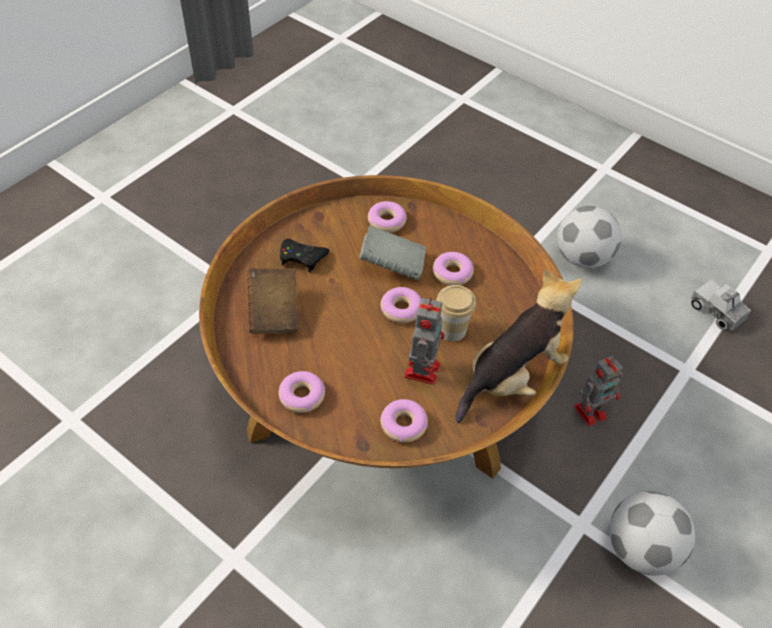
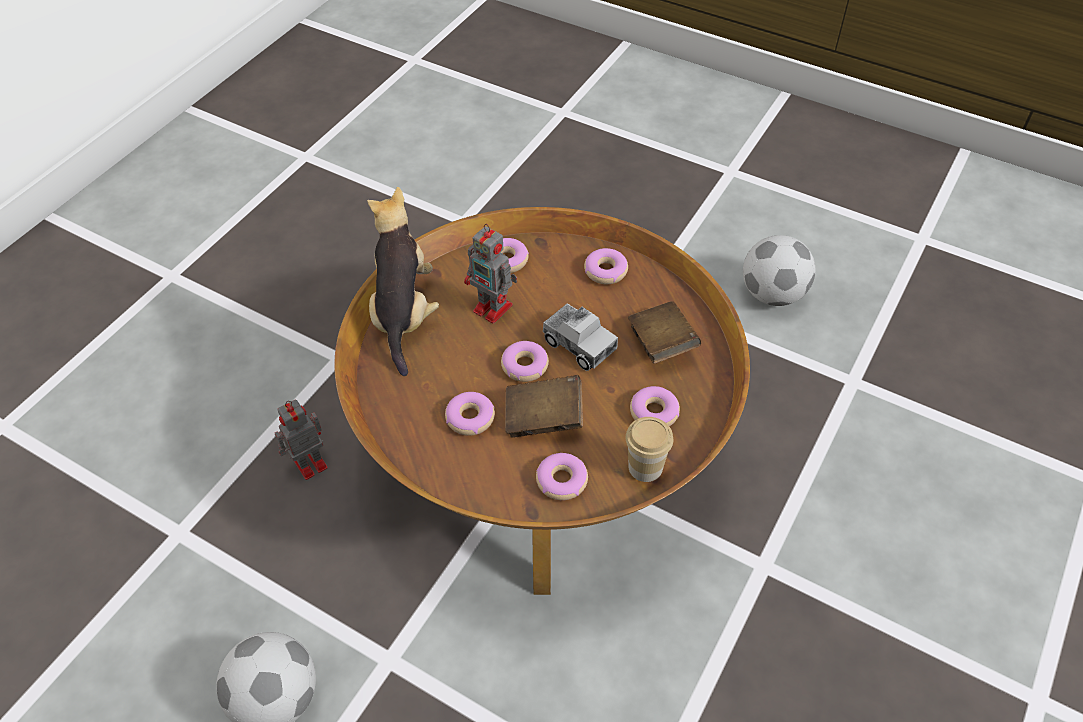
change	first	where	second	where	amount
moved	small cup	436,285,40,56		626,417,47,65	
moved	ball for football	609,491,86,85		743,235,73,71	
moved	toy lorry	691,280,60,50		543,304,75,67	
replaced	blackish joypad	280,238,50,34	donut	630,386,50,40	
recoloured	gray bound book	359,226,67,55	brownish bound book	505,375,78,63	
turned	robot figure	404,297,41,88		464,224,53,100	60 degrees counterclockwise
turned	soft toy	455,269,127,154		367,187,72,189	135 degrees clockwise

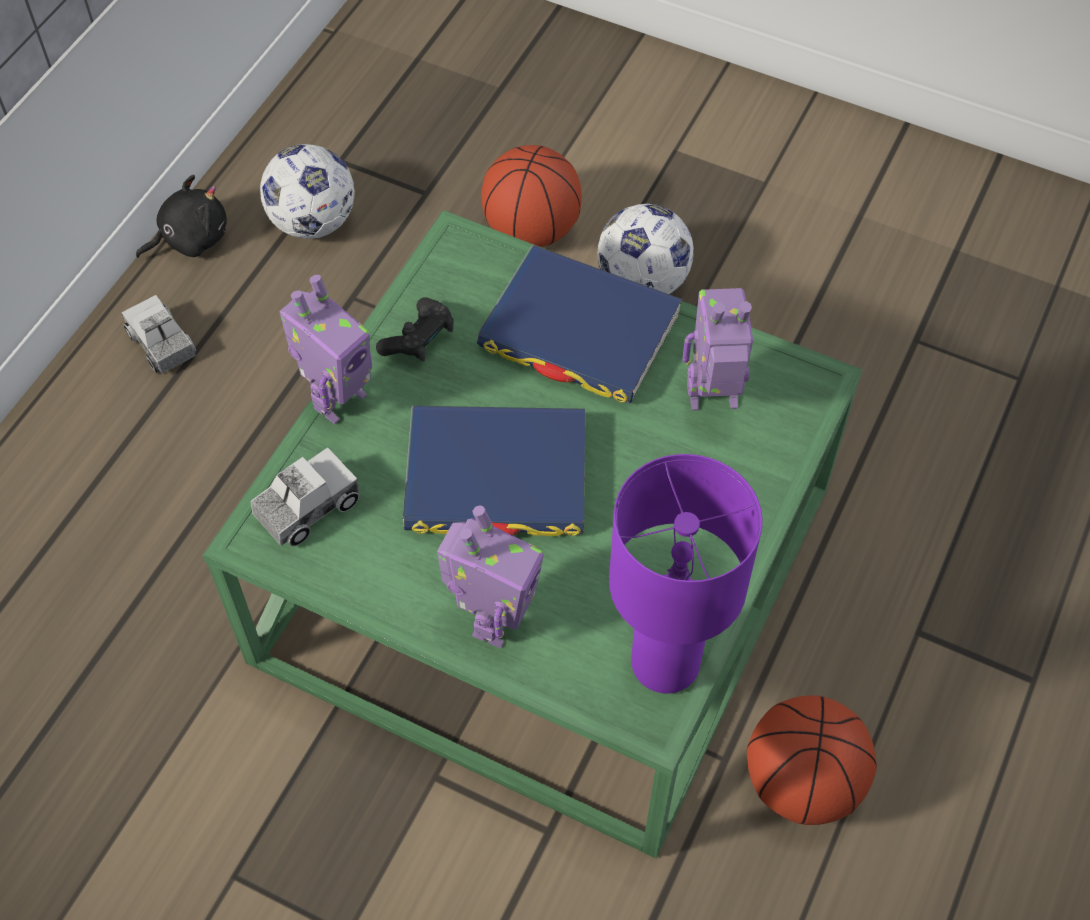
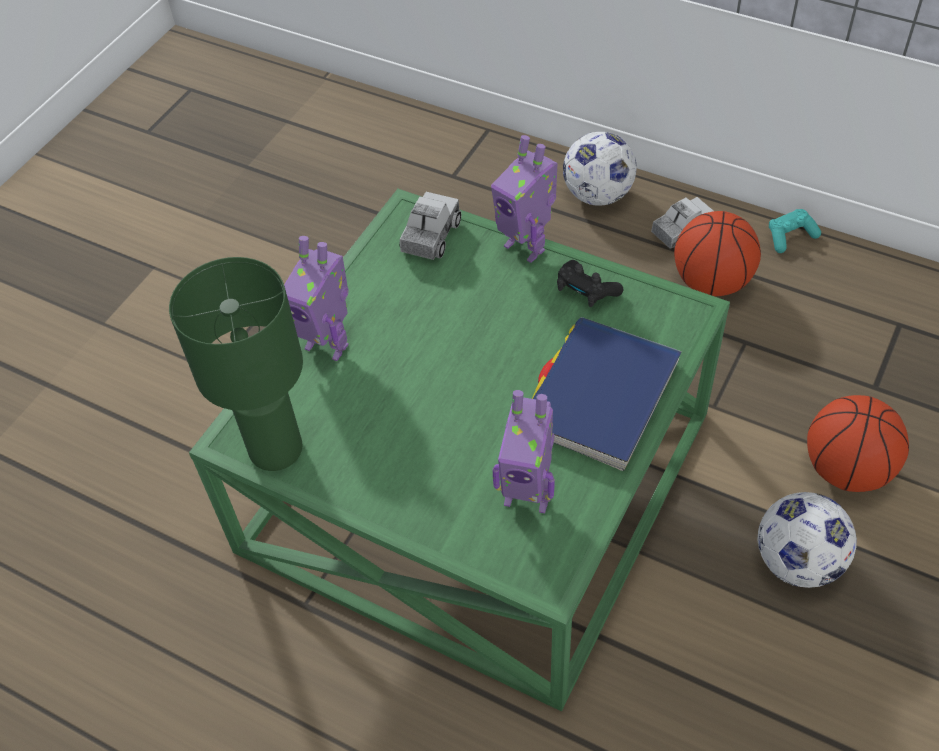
change	first	where	second	where	amount
removed	bluish bound book	403,406,182,130			
moved	ball for football	260,144,95,95		563,132,74,74	
moved	basketball	747,696,130,129		674,211,87,85	
replaced	blackish soft toy	136,175,91,83	turquoise-coloured joypad	769,209,52,44	
recoloured	purple-coloured table lamp	609,454,154,239	greenish table lamp	169,257,134,214	
turned	toy lorry	250,448,110,98		399,192,62,68	120 degrees counterclockwise
turned	robot figure	682,288,71,123		493,390,62,123	105 degrees clockwise

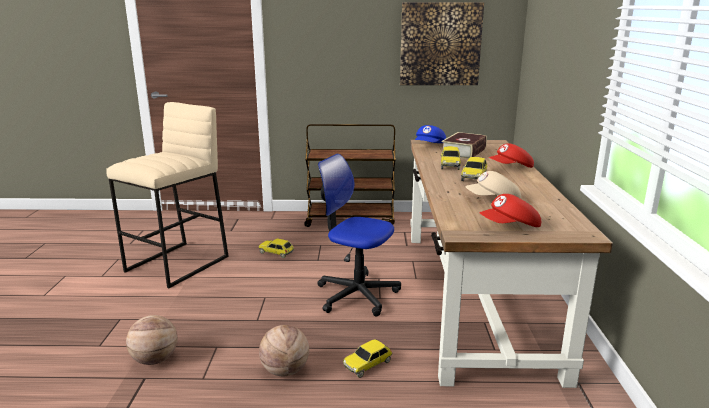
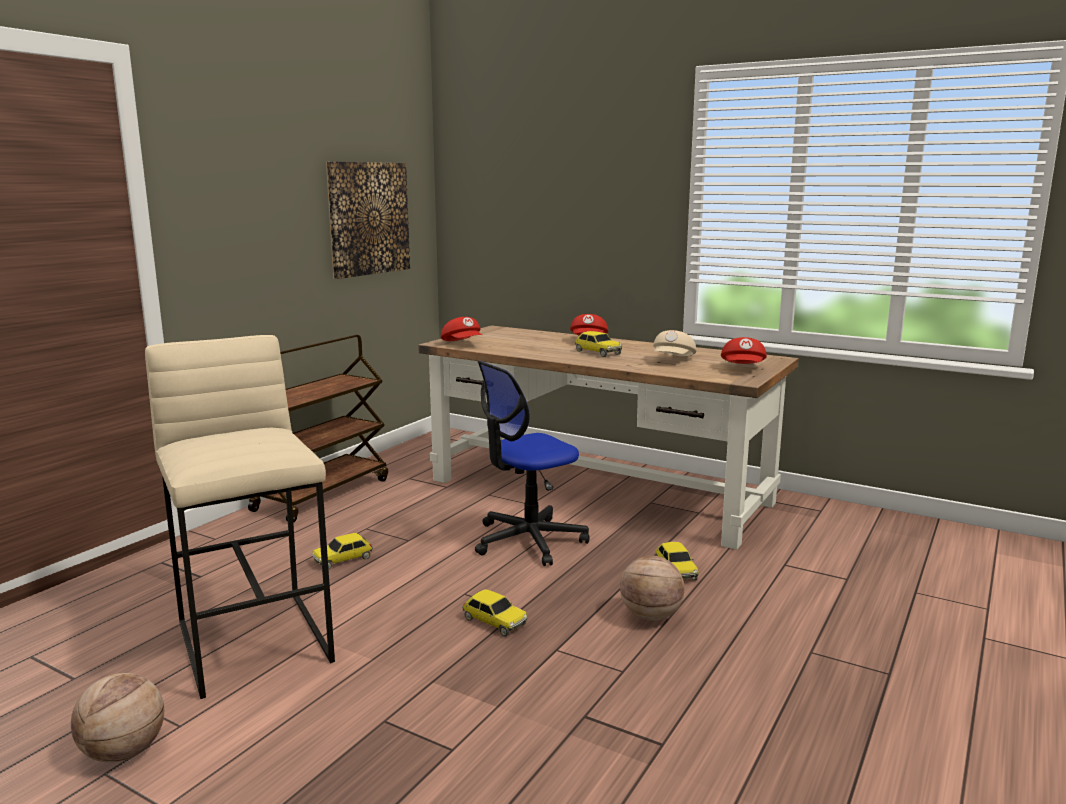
change	first	where	second	where	amount
removed	bound book	442,132,45,27			
moved	basketball	126,315,52,50		71,673,93,90	
moved	toy car	441,146,20,24		462,590,66,47	
recoloured	bluish peaked cap	415,125,31,18	red-coloured peaked cap	441,317,42,24	

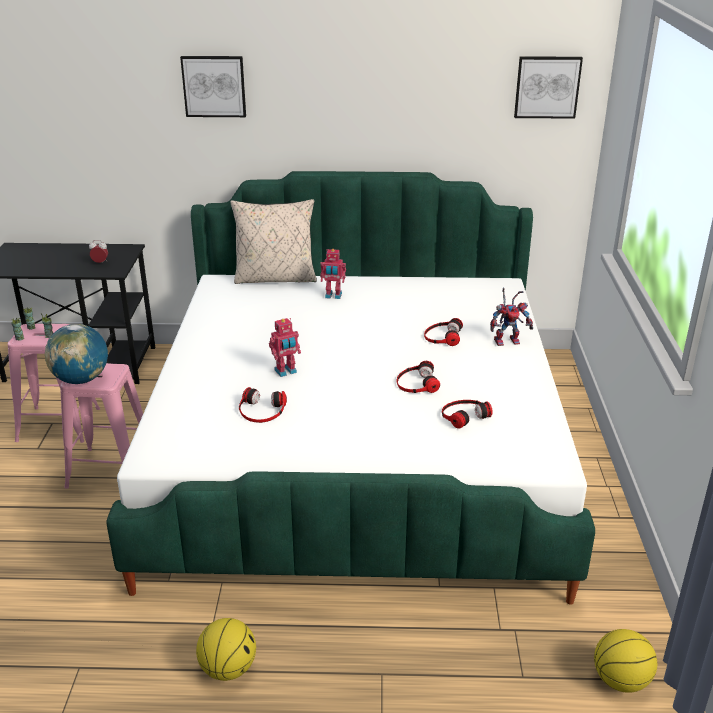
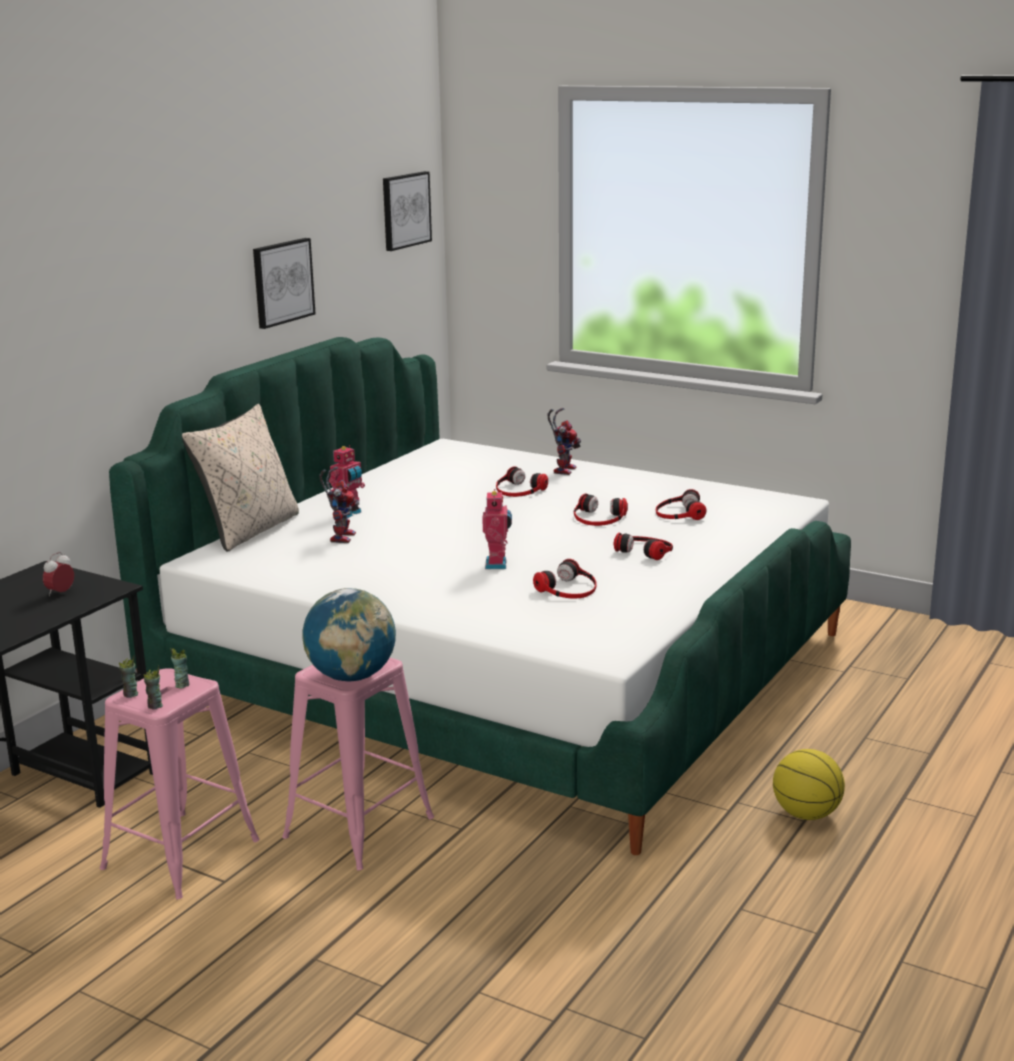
change	first	where	second	where	amount
removed	basketball	594,629,63,64			
added			robot figure	319,467,40,76	
added			pair of headphones	614,533,59,27	
moved	picture	180,56,66,61		253,238,63,91	

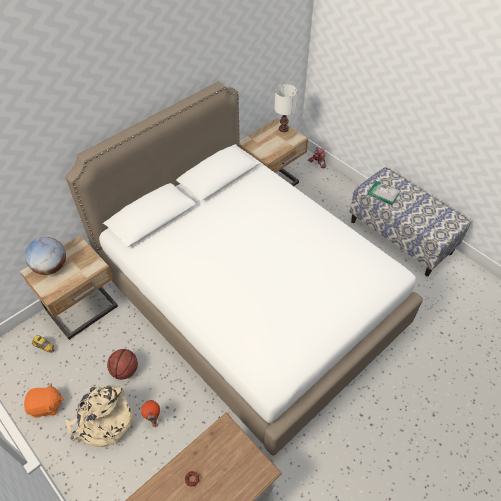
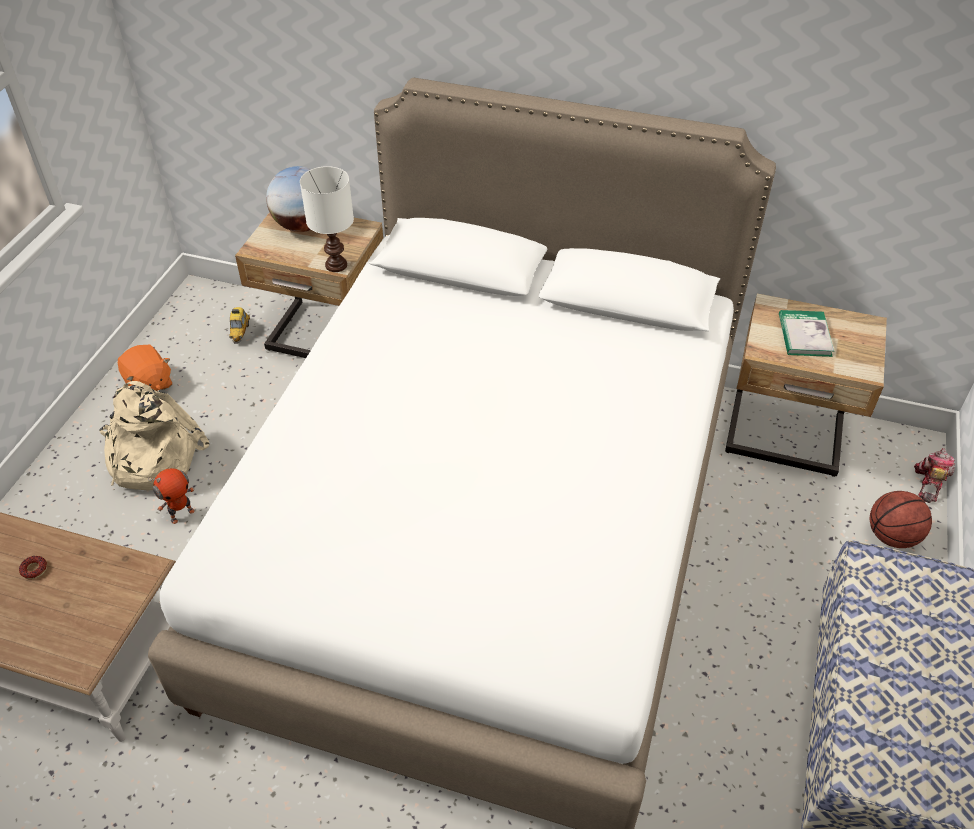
change	first	where	second	where	amount
moved	basketball	107,349,31,31		870,491,62,57	
moved	white table lamp	274,84,23,48		300,166,54,106	
moved	bound book	367,181,33,24		779,310,55,47	

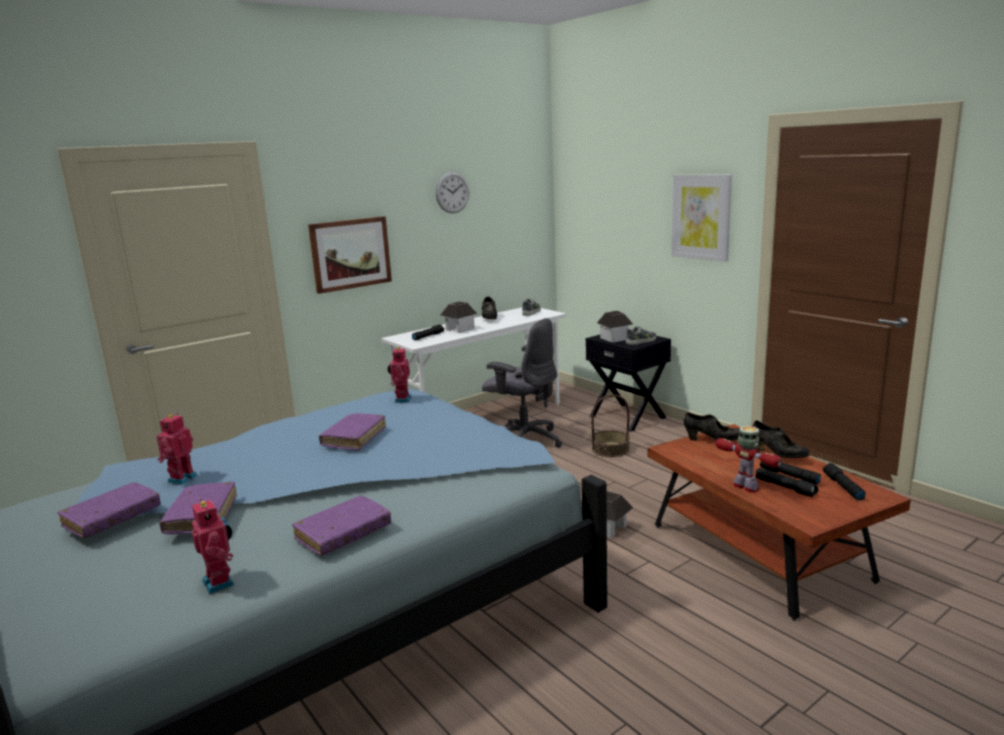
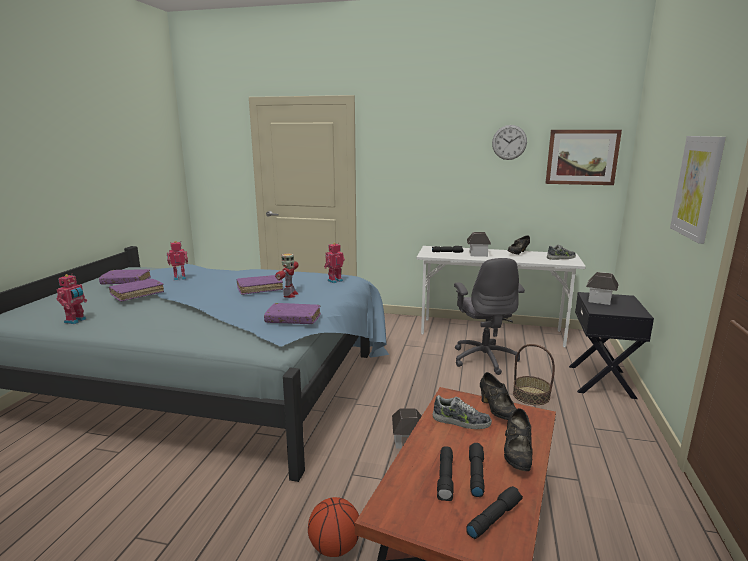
change	first	where	second	where	amount
added			basketball	308,497,51,60	
moved	purple-coloured bound book	292,496,99,60		264,303,57,21	
moved	picture	308,216,84,78		546,130,76,55	
moved	shoe	626,326,30,19		433,395,59,34	
moved	robot figure	716,426,66,66		275,253,23,45	

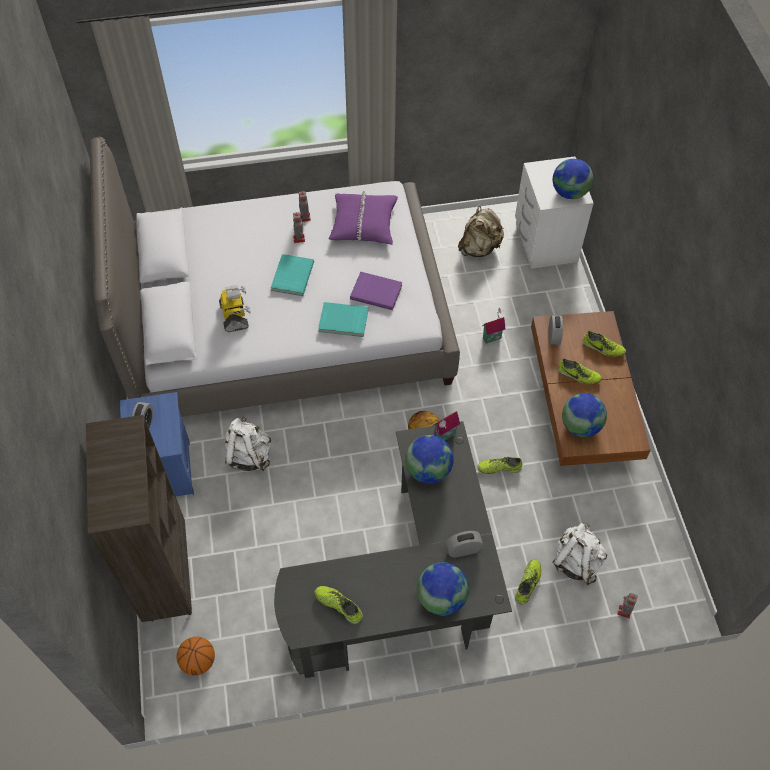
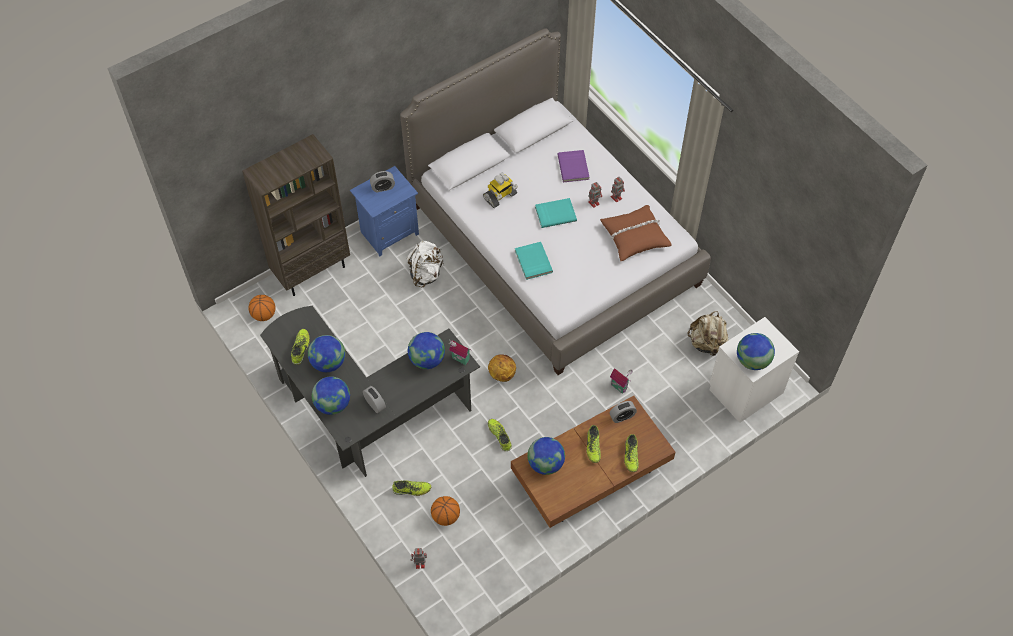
change	first	where	second	where	amount
added			globe	308,335,37,37	
moved	purple-coloured bound book	350,272,53,38		557,150,32,32	
replaced	white rucksack	552,523,55,62	basketball	431,496,29,30	
recoloured	purple-coloured throw pillow	329,190,69,55	brownish throw pillow	600,205,72,56	

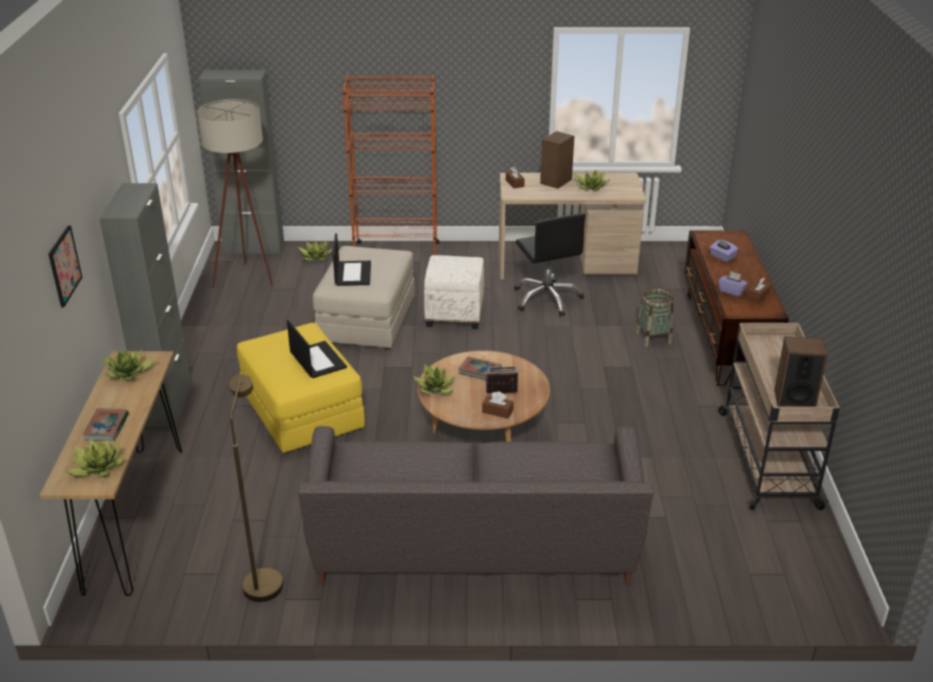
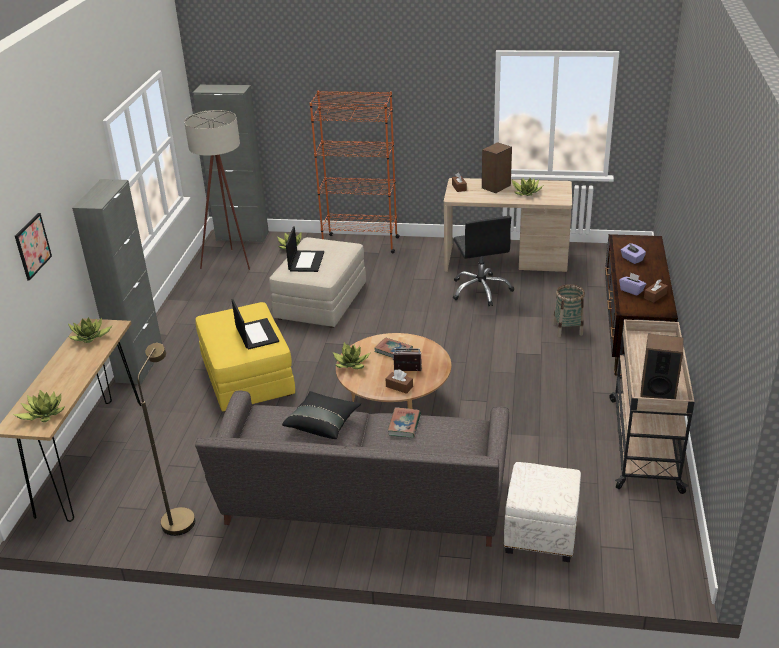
change	first	where	second	where	amount
added			blackish throw pillow	282,391,79,48	
moved	bound book	83,408,46,33		387,407,34,31	
moved	white footrest	424,255,60,74		504,462,77,100	

